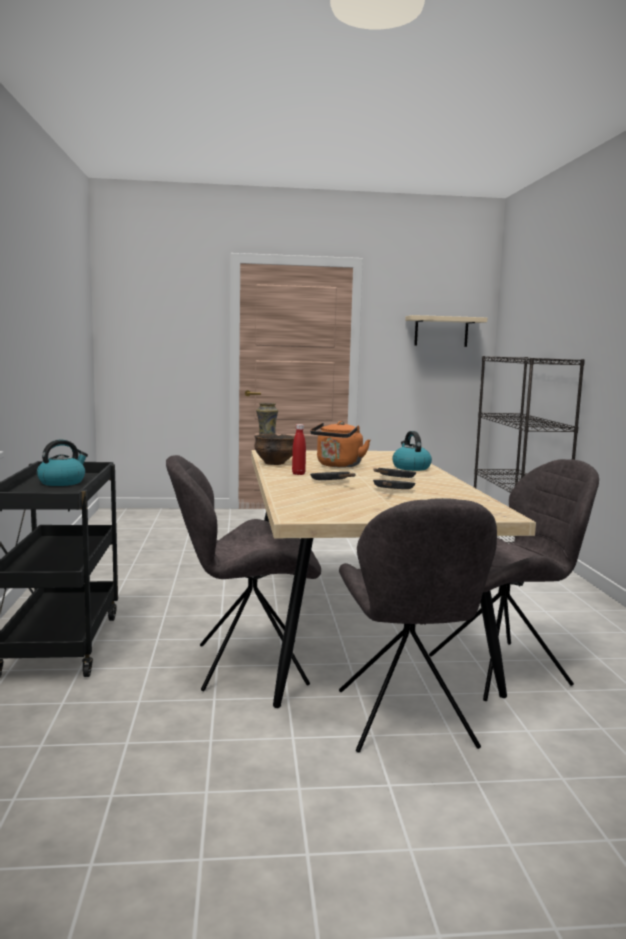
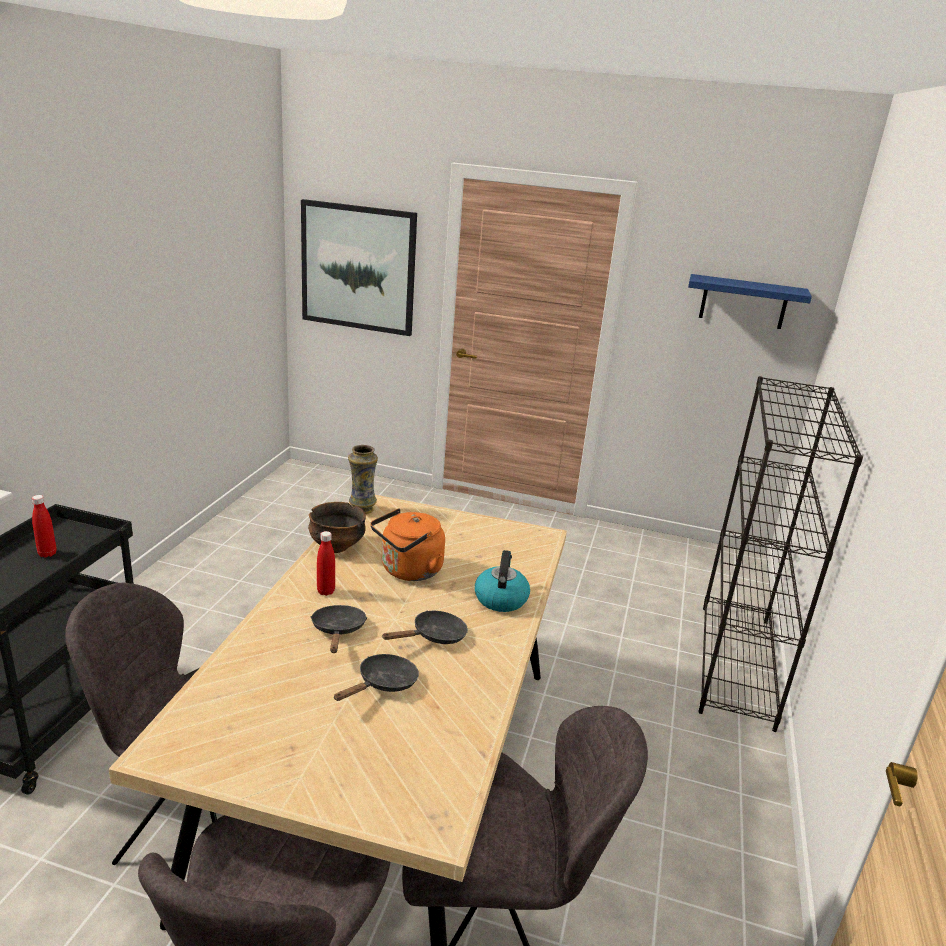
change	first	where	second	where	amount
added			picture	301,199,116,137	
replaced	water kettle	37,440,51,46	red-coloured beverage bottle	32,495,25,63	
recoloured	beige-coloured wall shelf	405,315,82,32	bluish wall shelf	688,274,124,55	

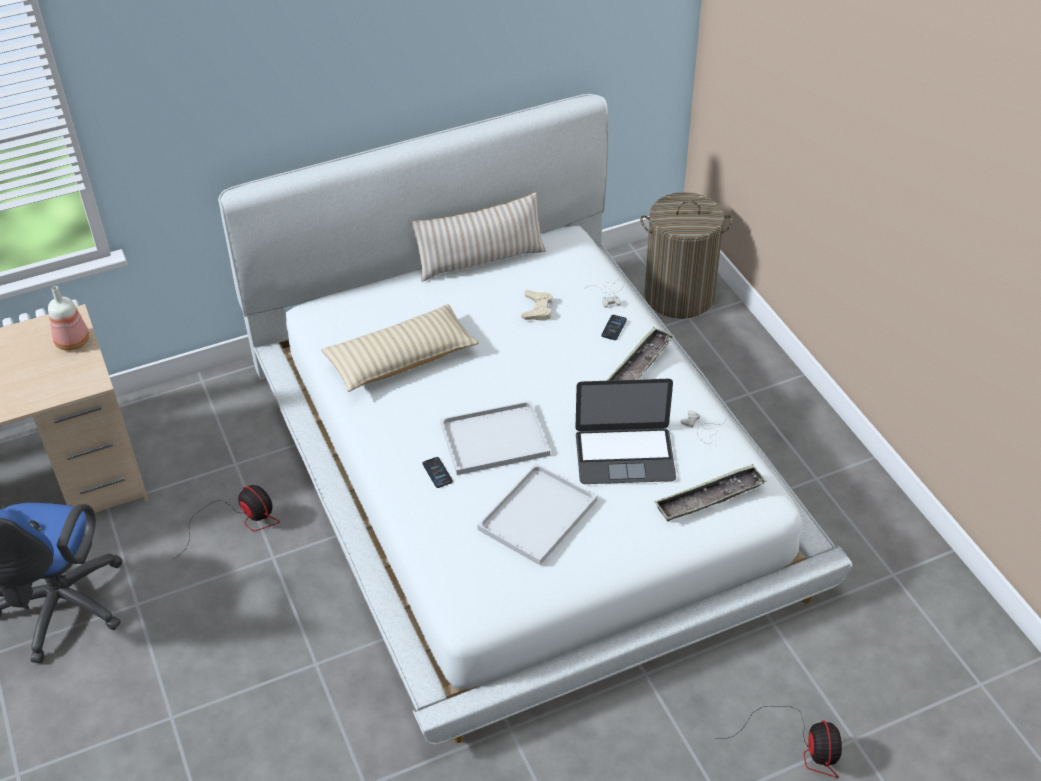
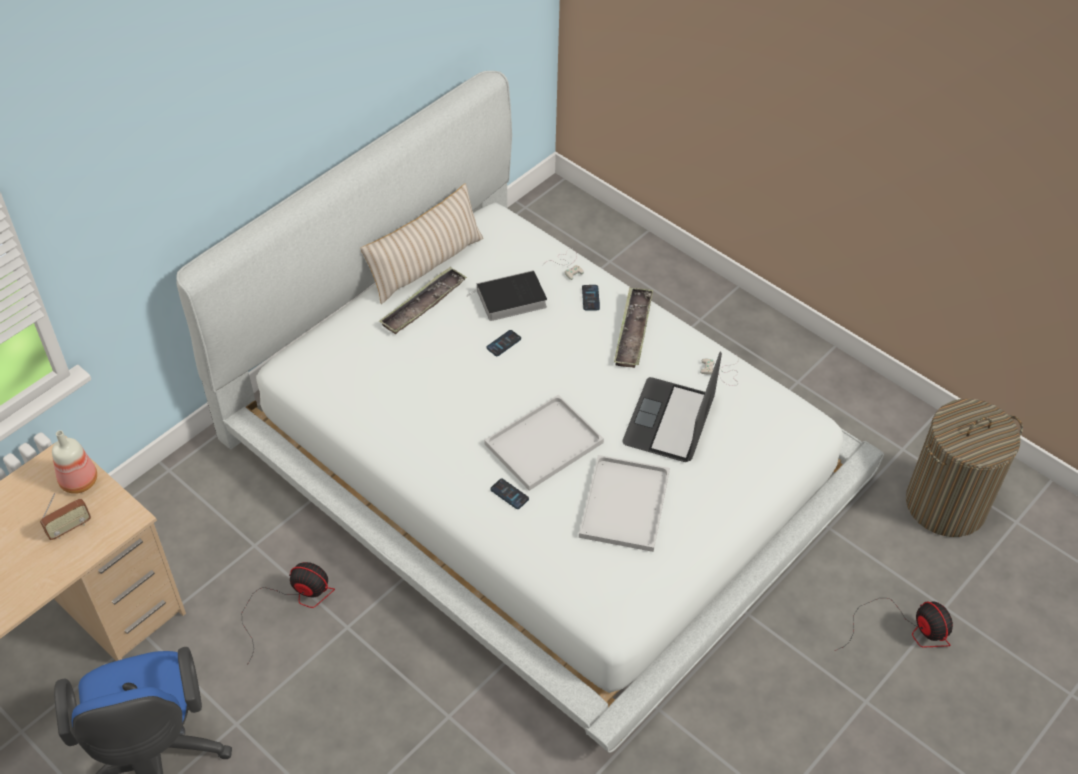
change	first	where	second	where	amount
removed	beige-coloured throw pillow	321,304,158,88			
added			radio	40,493,51,47	
added			handset	486,330,35,26	
moved	laundry basket	640,192,93,127		906,399,117,138	
moved	serving tray	654,464,113,57		379,267,88,67	
replaced	beige-coloured joypad	521,290,32,30	bound book	468,270,79,51	
turned	notebook computer	575,379,101,105		622,352,100,110	135 degrees clockwise

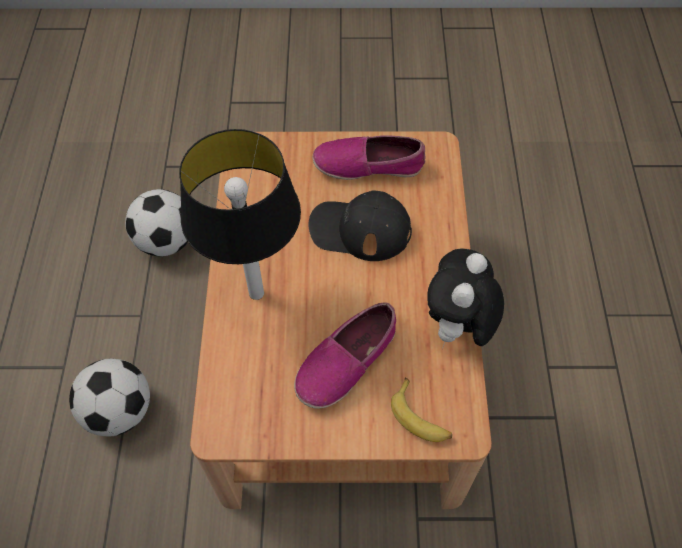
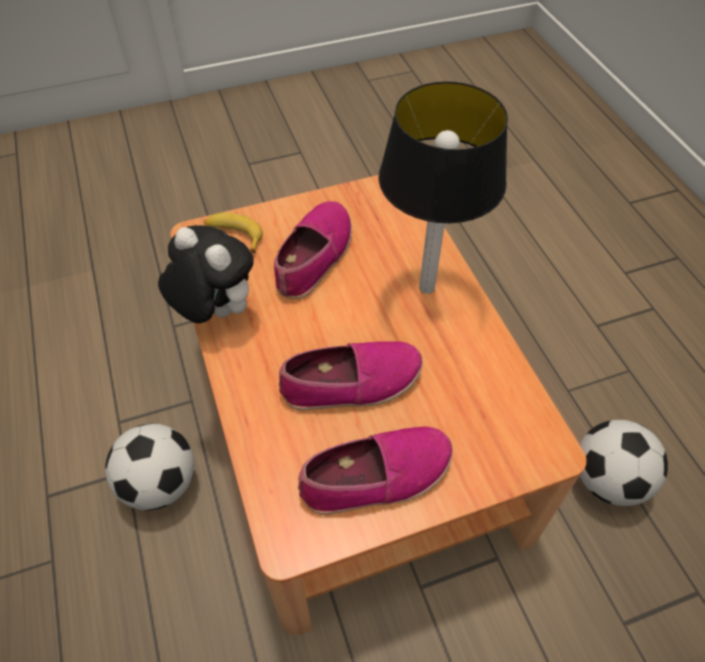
change	first	where	second	where	amount
moved	ball for football	69,359,81,77		105,423,89,88	
replaced	blackish peaked cap	309,190,103,71	shoe	279,341,144,70	
turned	soft toy	427,249,77,100		158,225,96,98	60 degrees counterclockwise

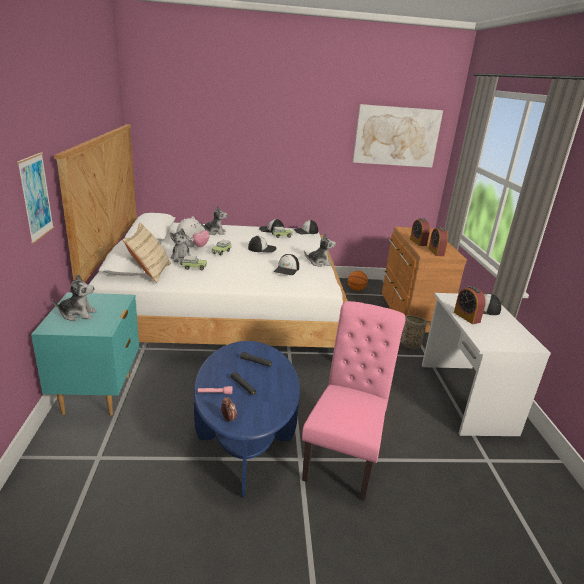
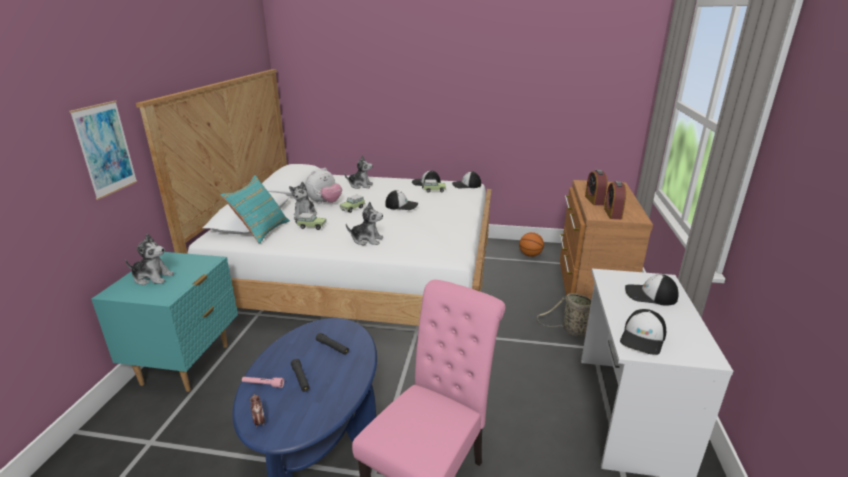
change	first	where	second	where	amount
removed	picture	353,104,90,63			
removed	bedside clock	454,286,32,38			
moved	peaked cap	274,254,25,21		620,309,46,46	
moved	soft toy	304,233,32,34		346,202,37,44	
recoloured	beige-coloured throw pillow	122,222,49,61	turquoise-coloured throw pillow	220,175,70,69	

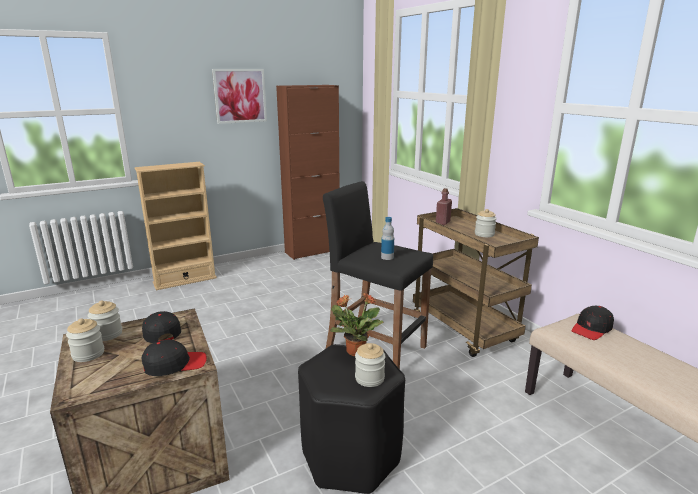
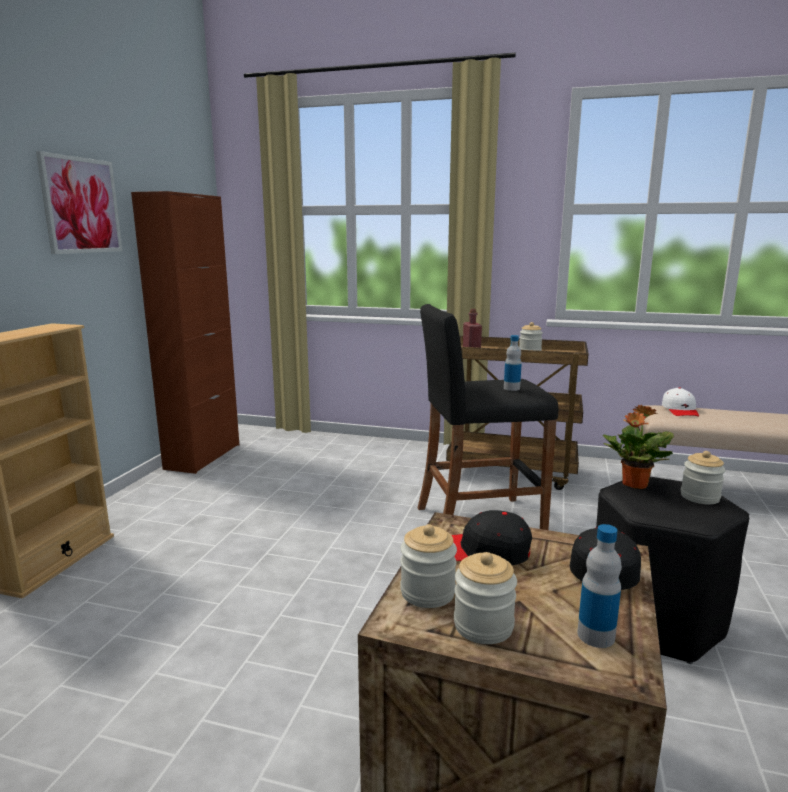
change	first	where	second	where	amount
added			beverage bottle	577,524,45,124	
recoloured	blackish peaked cap	572,306,42,34	white peaked cap	662,387,37,30	

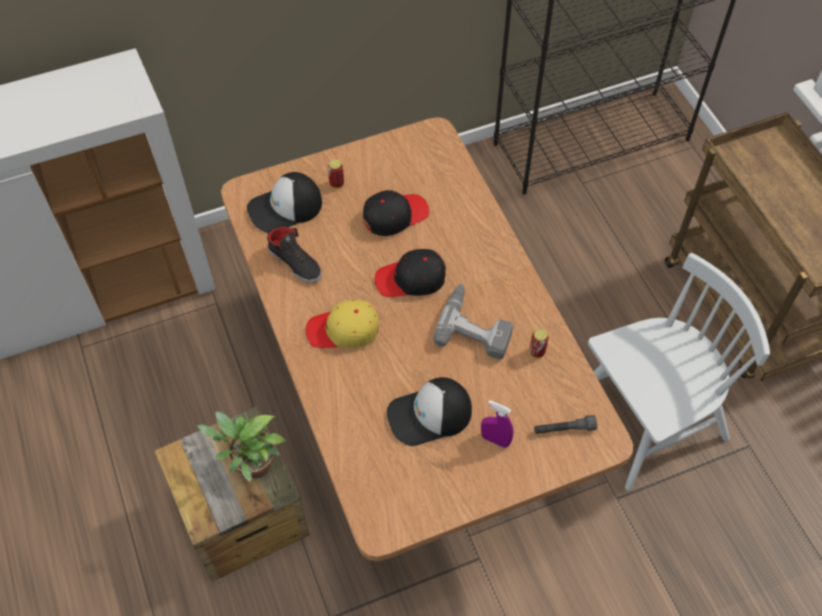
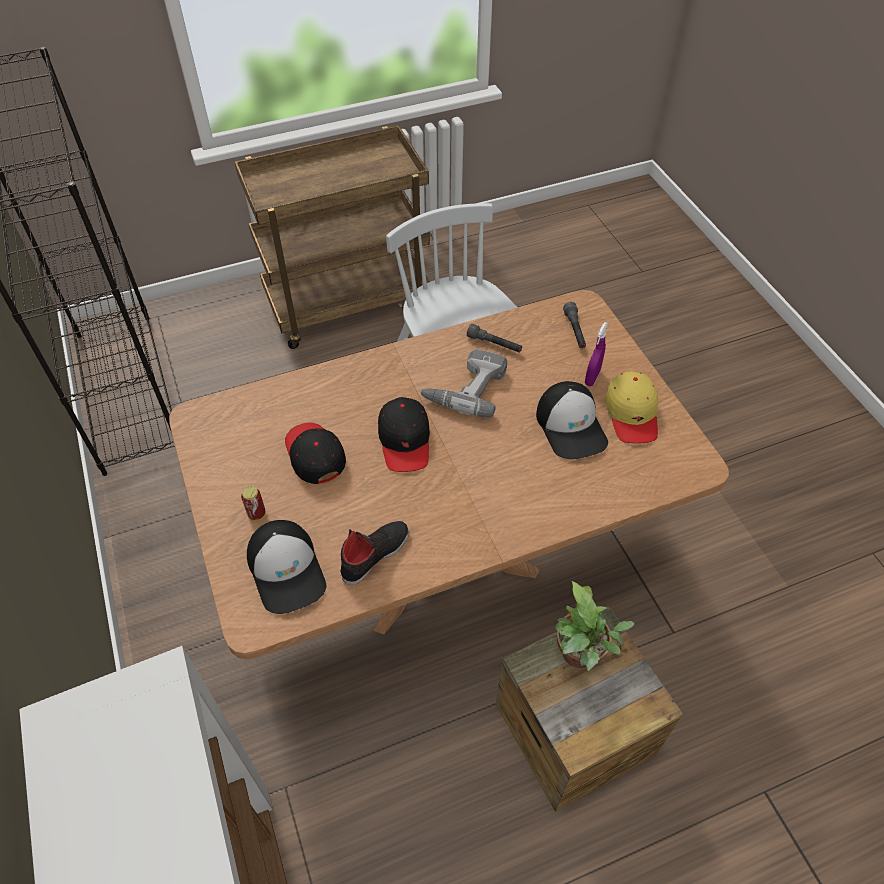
change	first	where	second	where	amount
moved	yellow peaked cap	306,300,73,48		605,371,53,73	
replaced	sealed can	530,329,19,29	gray hand torch	467,324,55,29	

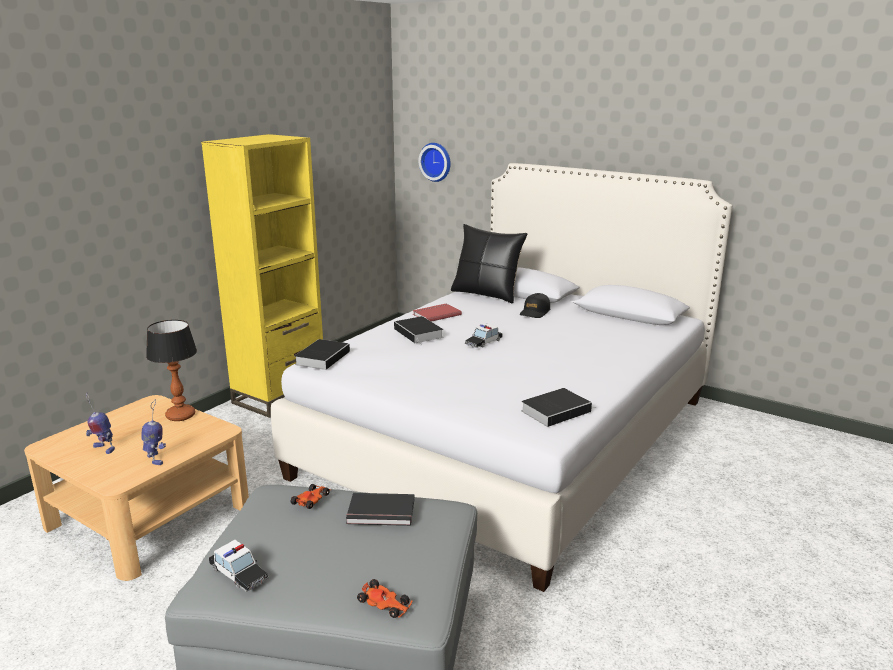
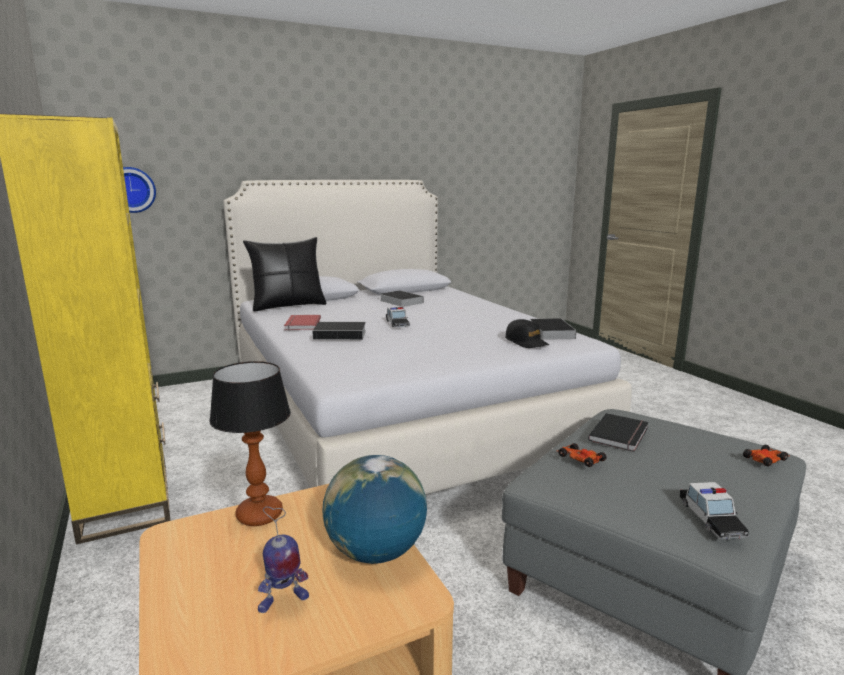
change	first	where	second	where	amount
moved	bound book	295,339,55,31		380,291,43,16	
moved	blackish peaked cap	520,293,30,25		505,319,44,29	
replaced	robot figure	141,399,25,66	globe	322,455,105,109	
turned	toy car	209,540,60,52		679,482,70,58	105 degrees clockwise

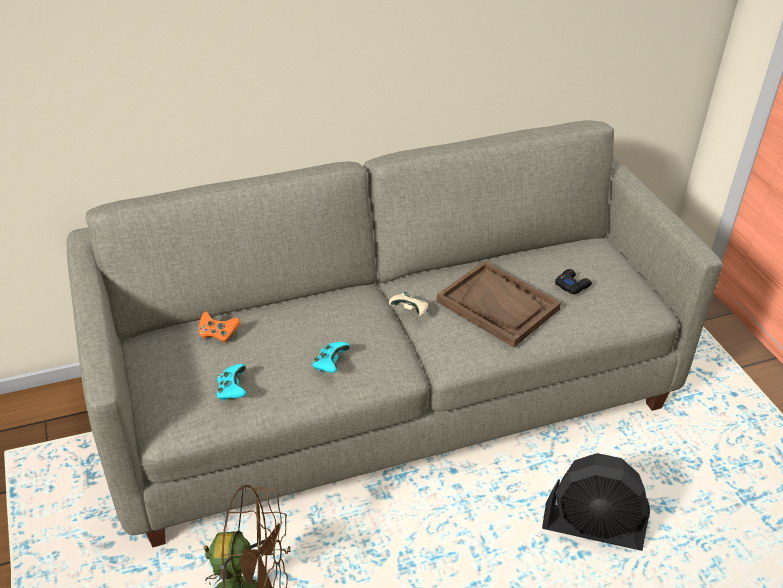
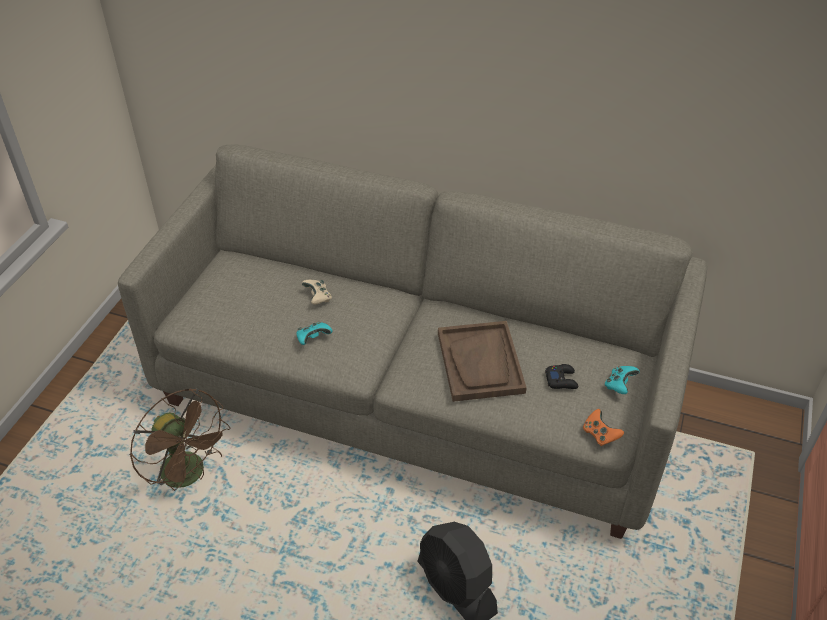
change	first	where	second	where	amount
moved	orange-coloured joypad	199,311,41,32		583,409,41,37	
moved	turquoise-coloured joypad	217,364,29,37		605,366,35,28	
moved	beige-coloured joypad	389,291,39,25		302,280,30,25	

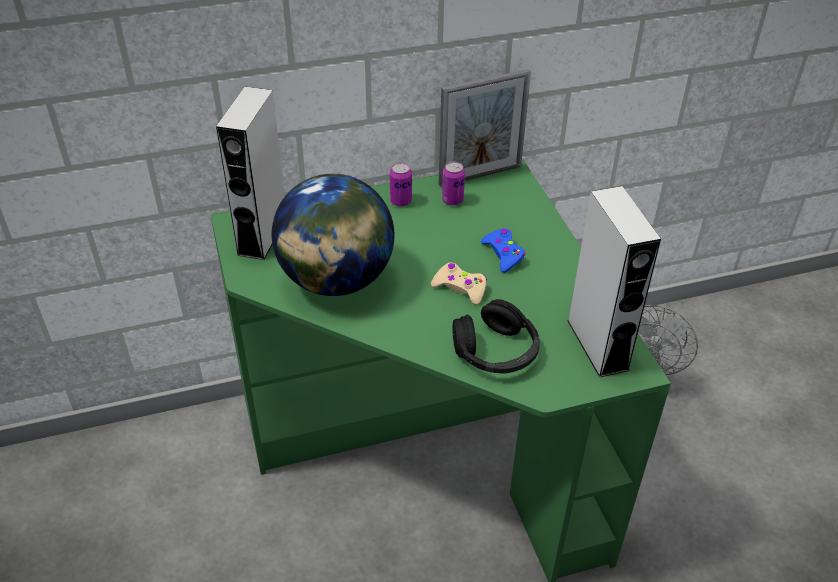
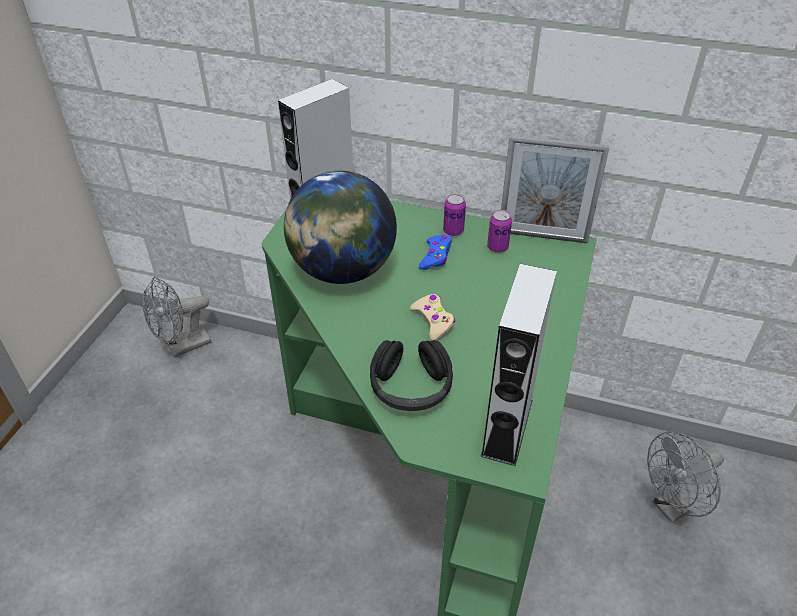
change	first	where	second	where	amount
added			gray cooling fan	143,277,68,81	
moved	bluish joypad	481,228,44,45		419,235,33,35	

